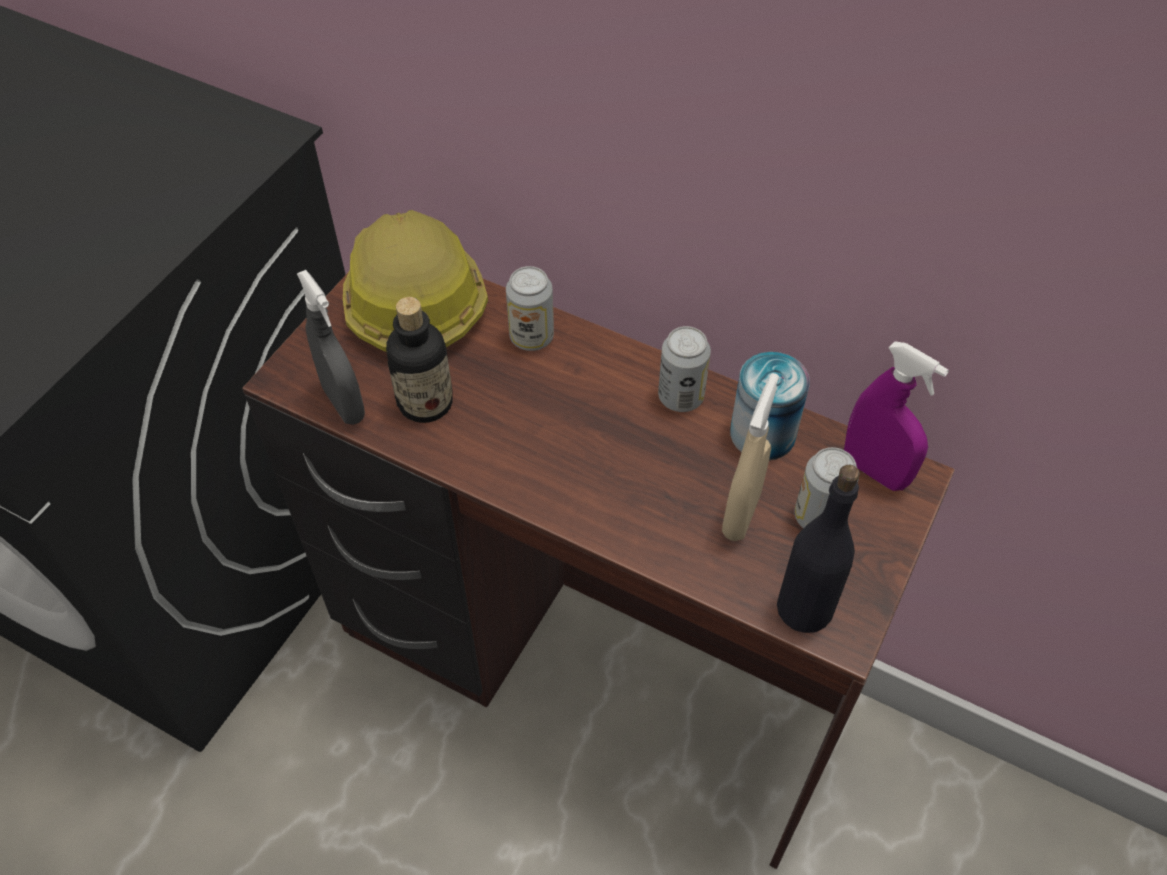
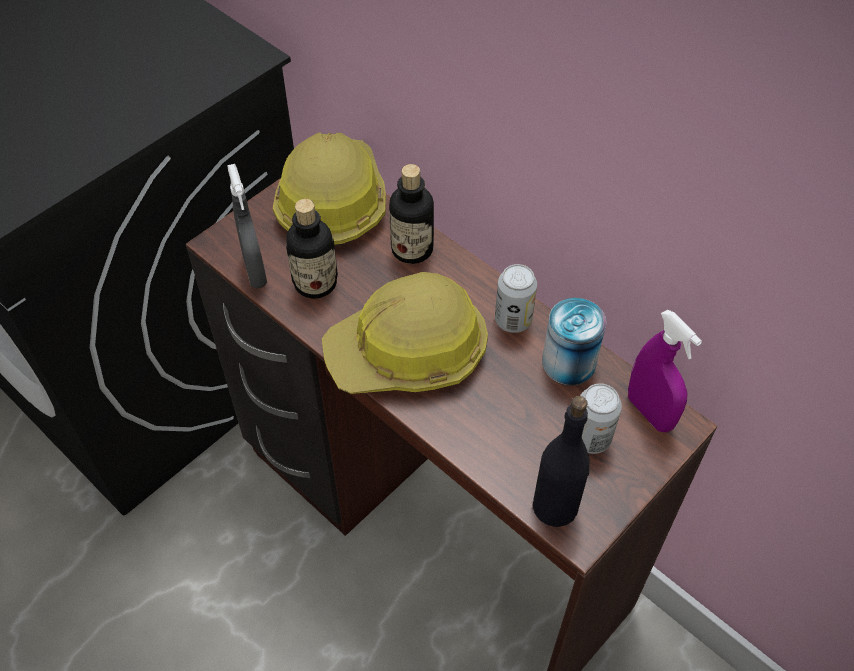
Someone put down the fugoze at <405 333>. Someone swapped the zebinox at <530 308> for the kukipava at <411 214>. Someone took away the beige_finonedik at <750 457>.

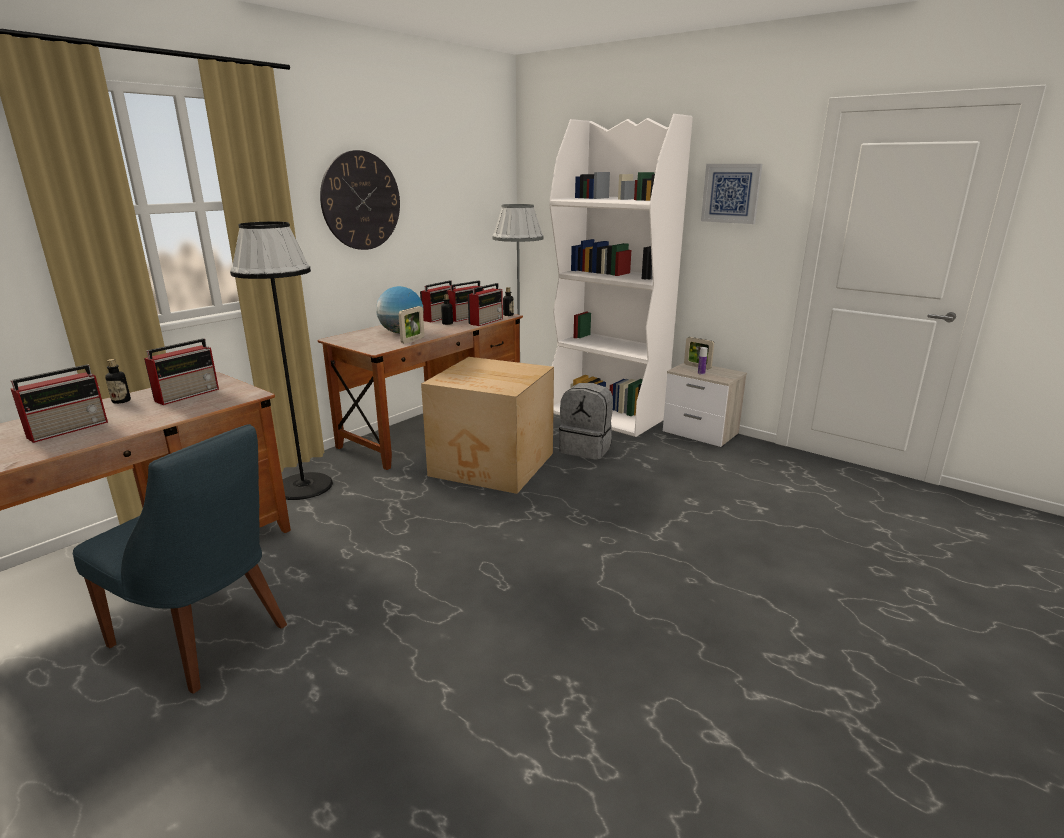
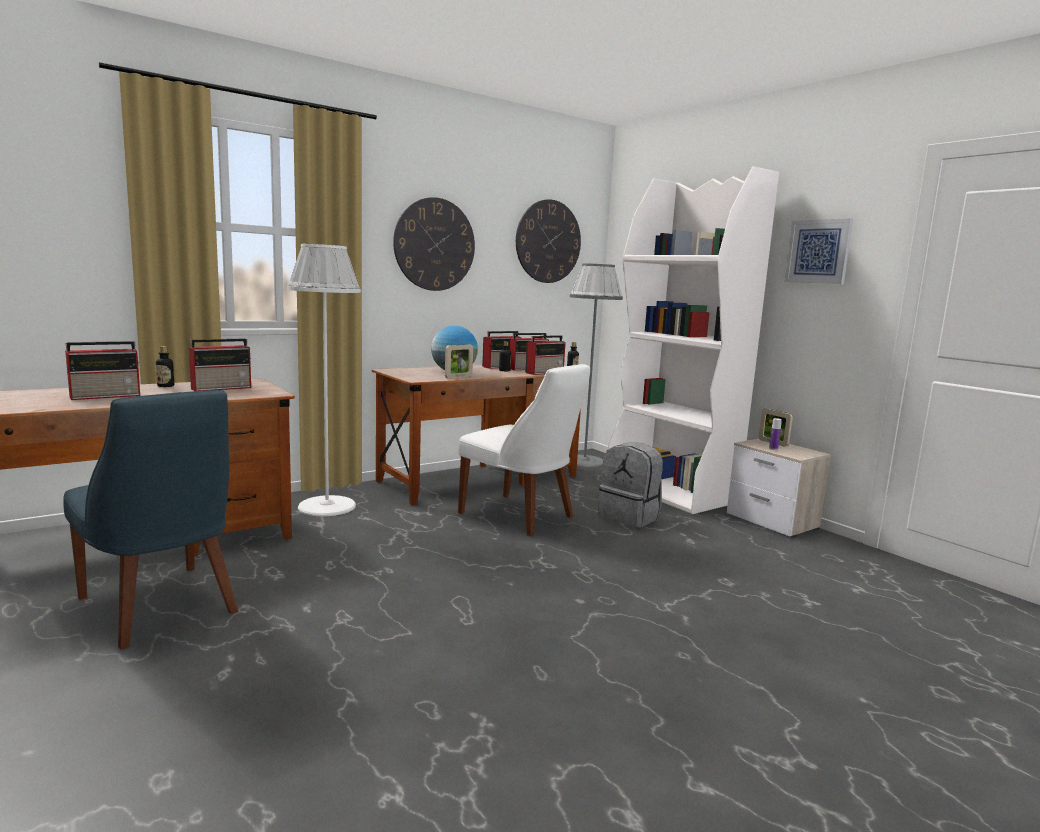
Someone repainted the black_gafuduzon at <281 361>, which became the white_gafuduzon at <324 380>. Someone swapped the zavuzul at <487 425> for the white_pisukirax at <524 450>. Someone put up the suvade at <548 241>.

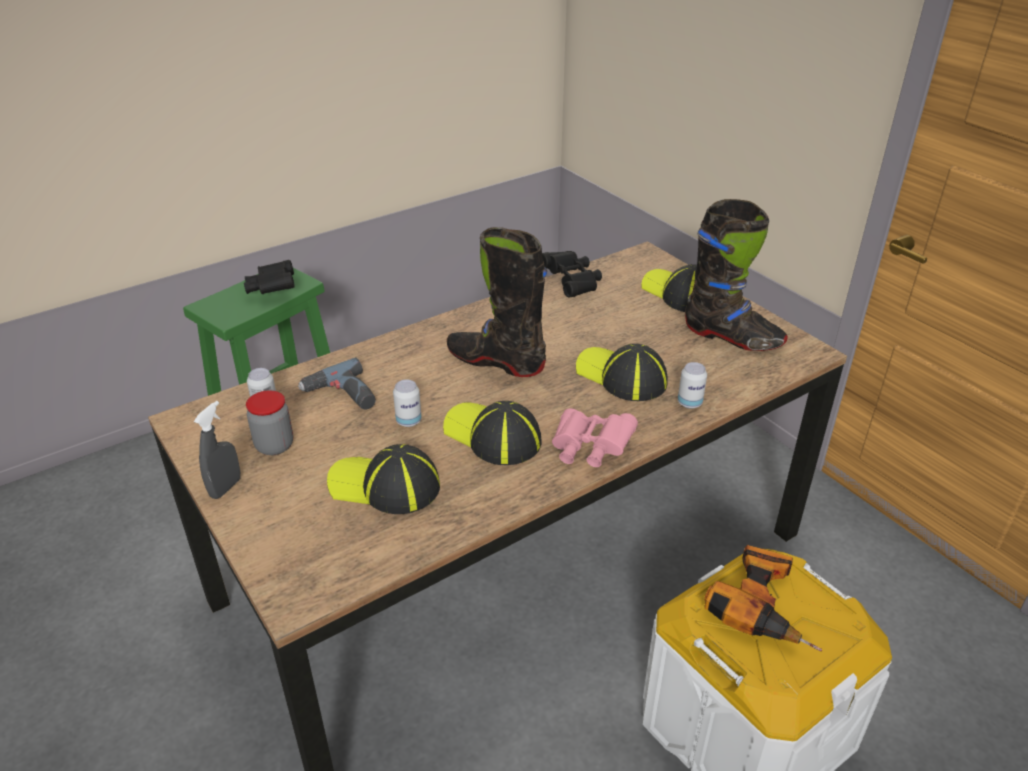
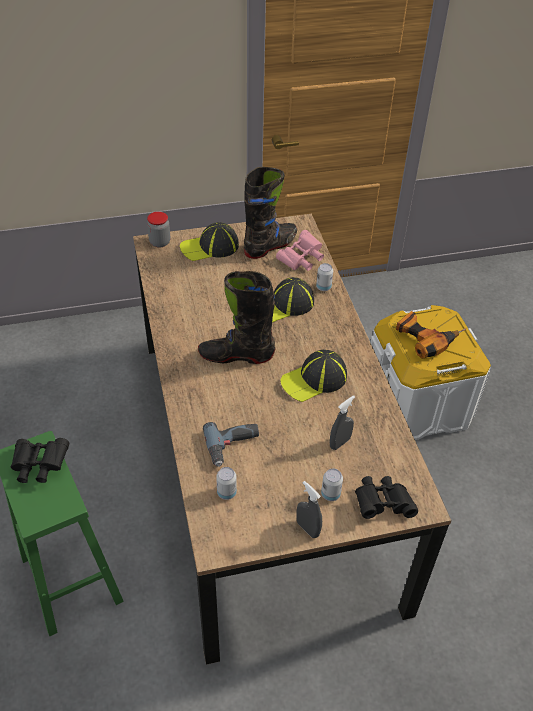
Someone carried the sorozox from <269 422> to <158 230>. Someone rotated the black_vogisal at <497 302> by 45 degrees clockwise. Someone carried the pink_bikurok from <595 437> to <300 250>. Someone carried the zebinox from <407 403> to <332 485>. Someone swapped the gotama at <383 479> for the grey_finonedik at <342 422>. Someone carried the black_bikurok from <572 274> to <386 497>.

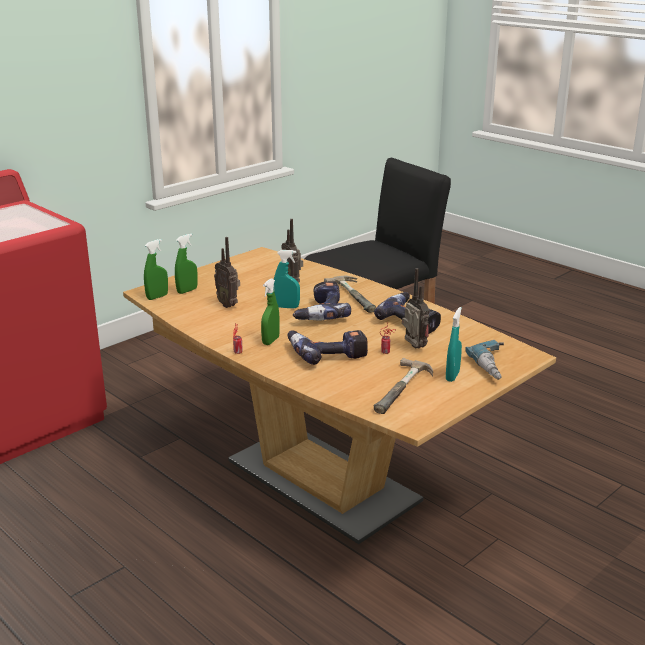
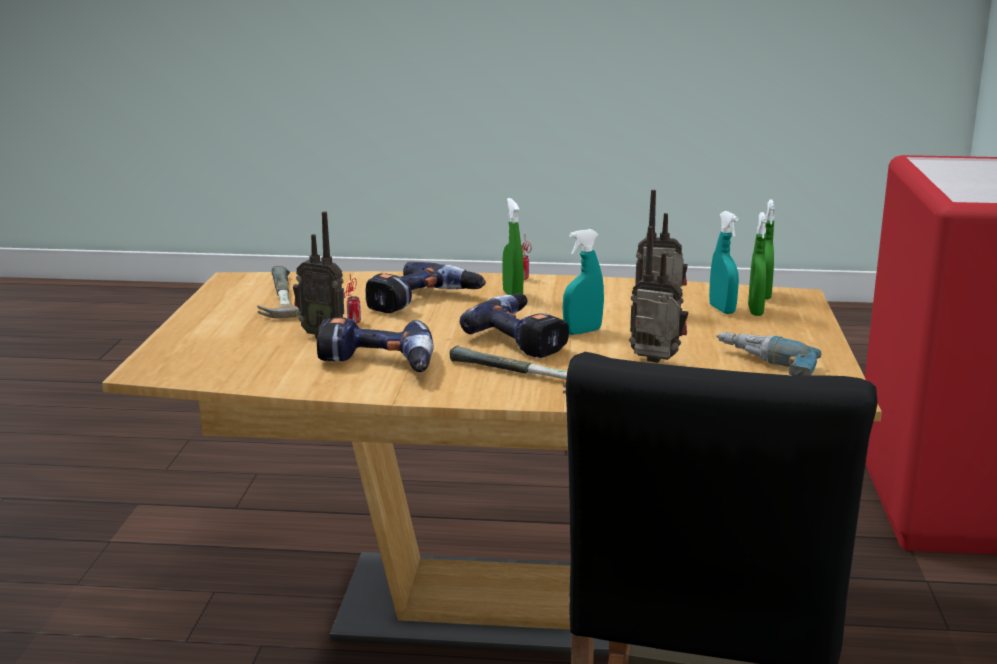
Someone carried the turquoise_finonedik from <454 344> to <724 262>. Someone carried the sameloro from <484 360> to <768 354>.

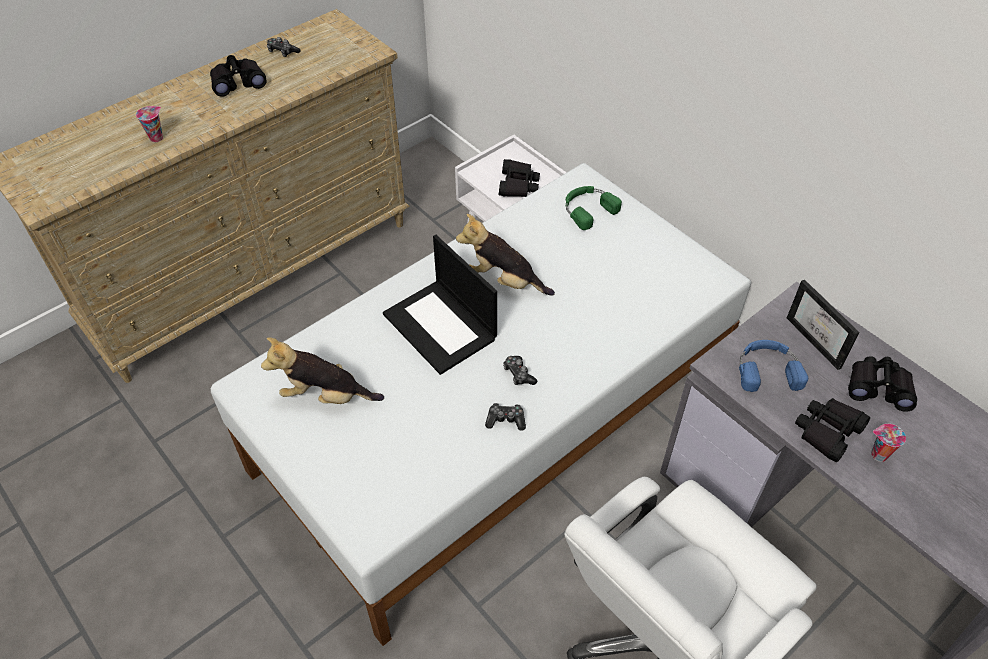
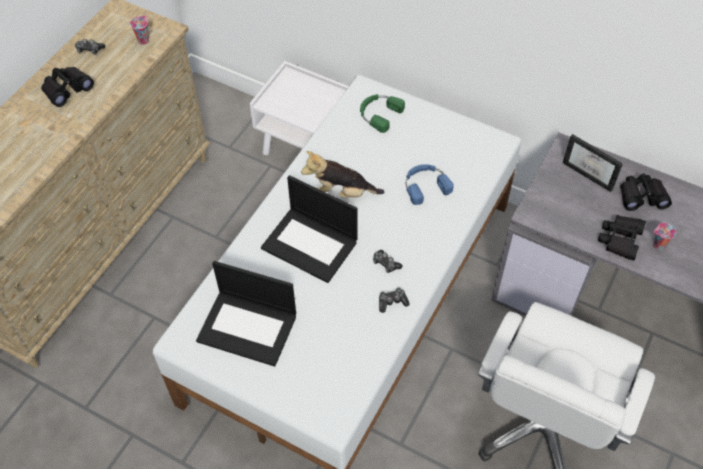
Someone carried the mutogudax from <149 124> to <139 30>. Someone swapped the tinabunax at <322 371> for the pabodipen at <246 314>. Someone carried the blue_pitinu from <773 366> to <430 184>. Someone took away the black_bikurok at <519 178>.

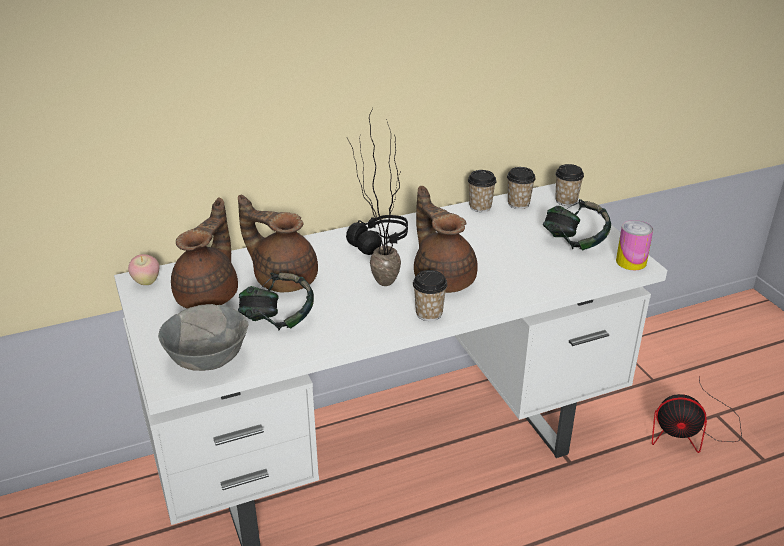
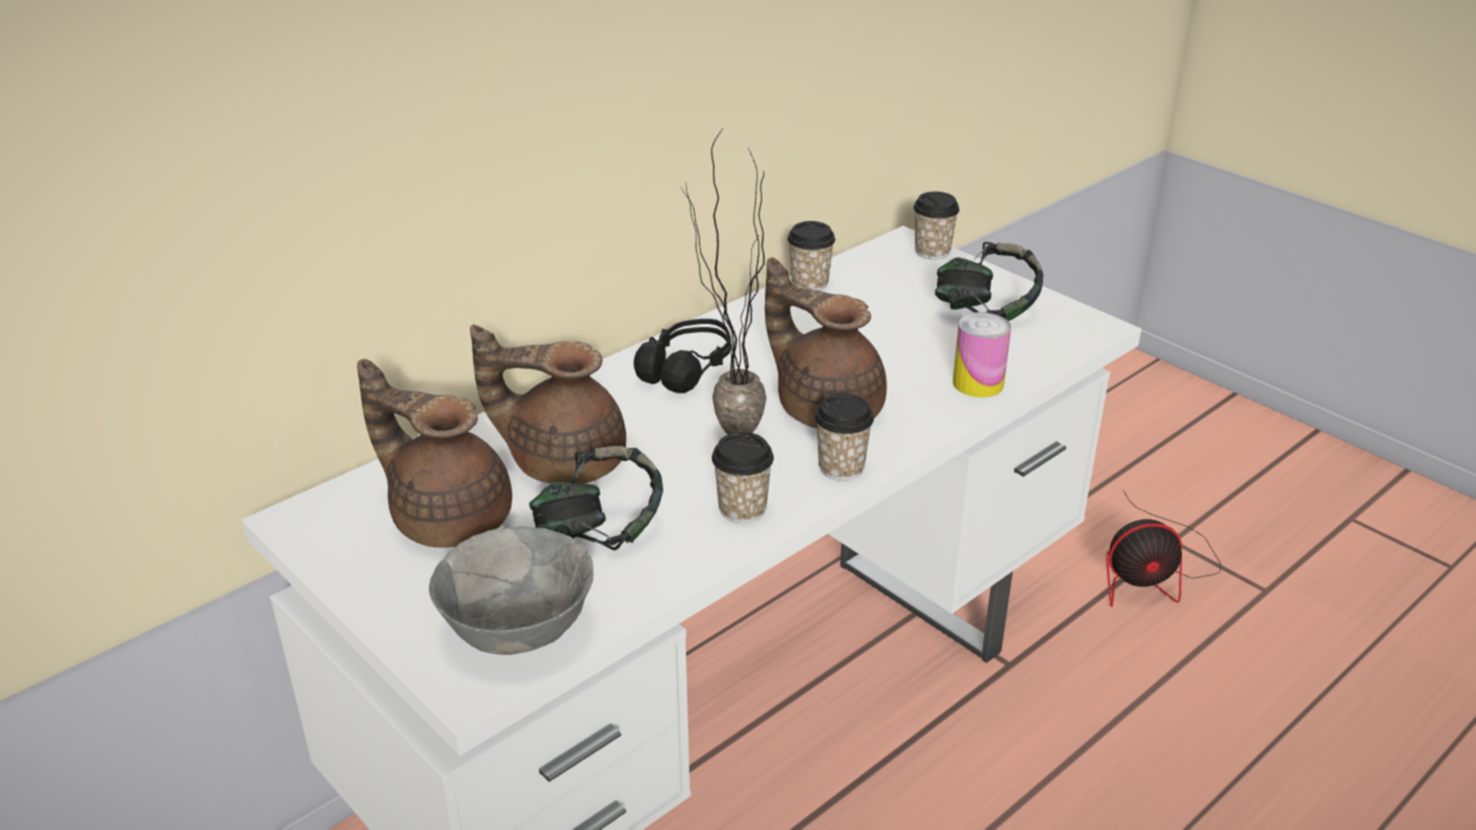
Someone rotated the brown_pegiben at <204 253> by 60 degrees counterclockwise. Someone carried the mutogudax from <521 188> to <743 477>. Someone carried the zebinox from <634 245> to <982 354>. Someone took away the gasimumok at <144 269>.

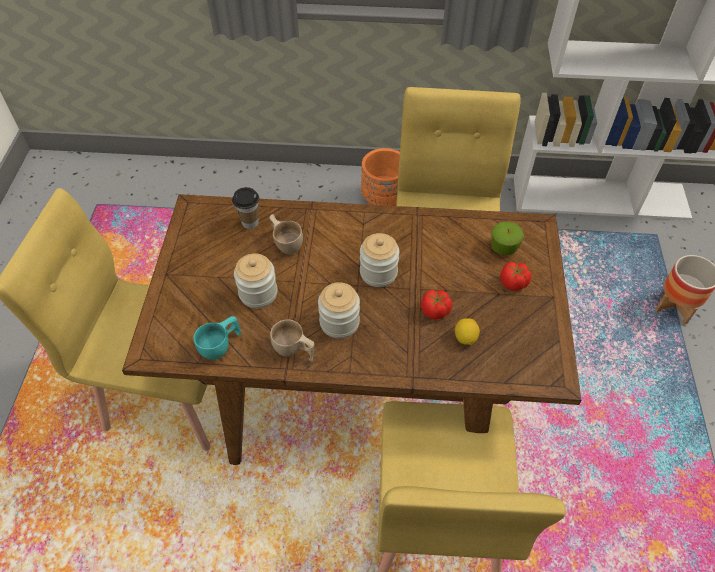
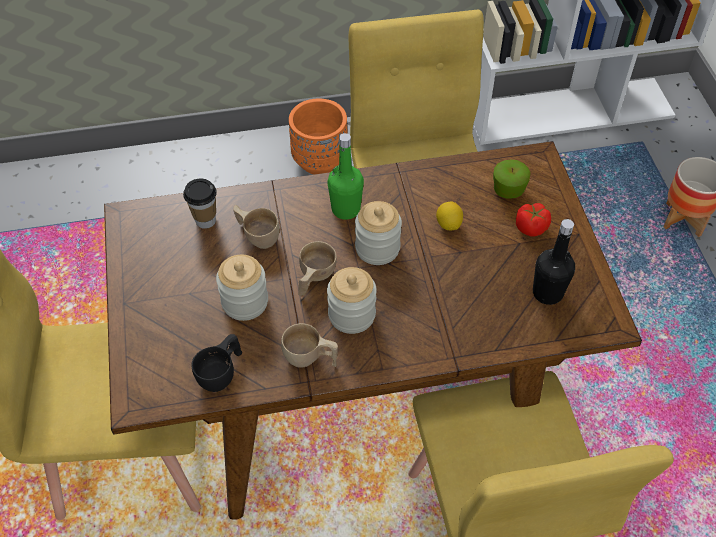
Someone repainted the turquoise_mutogudax at <217 338>, which became the black_mutogudax at <216 363>. Someone put down the beige_mutogudax at <317 268>. Someone put down the green_kukipava at <345 176>. Someone carried the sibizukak from <467 331> to <449 216>. Someone put down the black_kukipava at <554 262>. Someone took away the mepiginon at <436 305>.

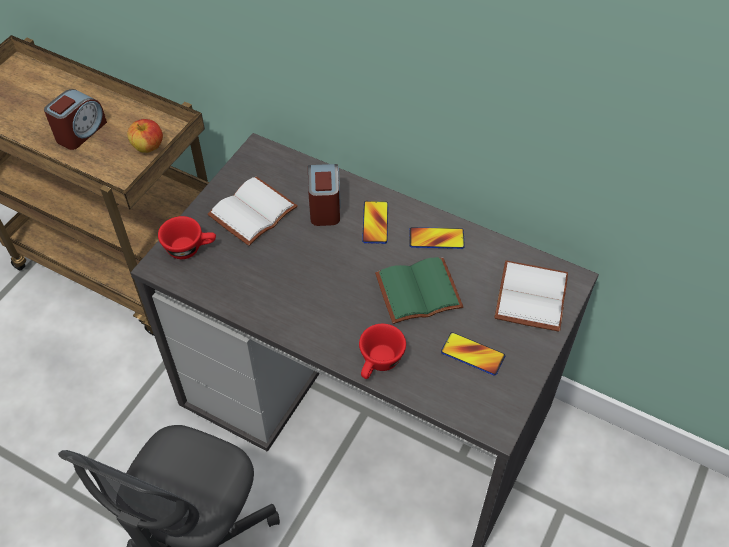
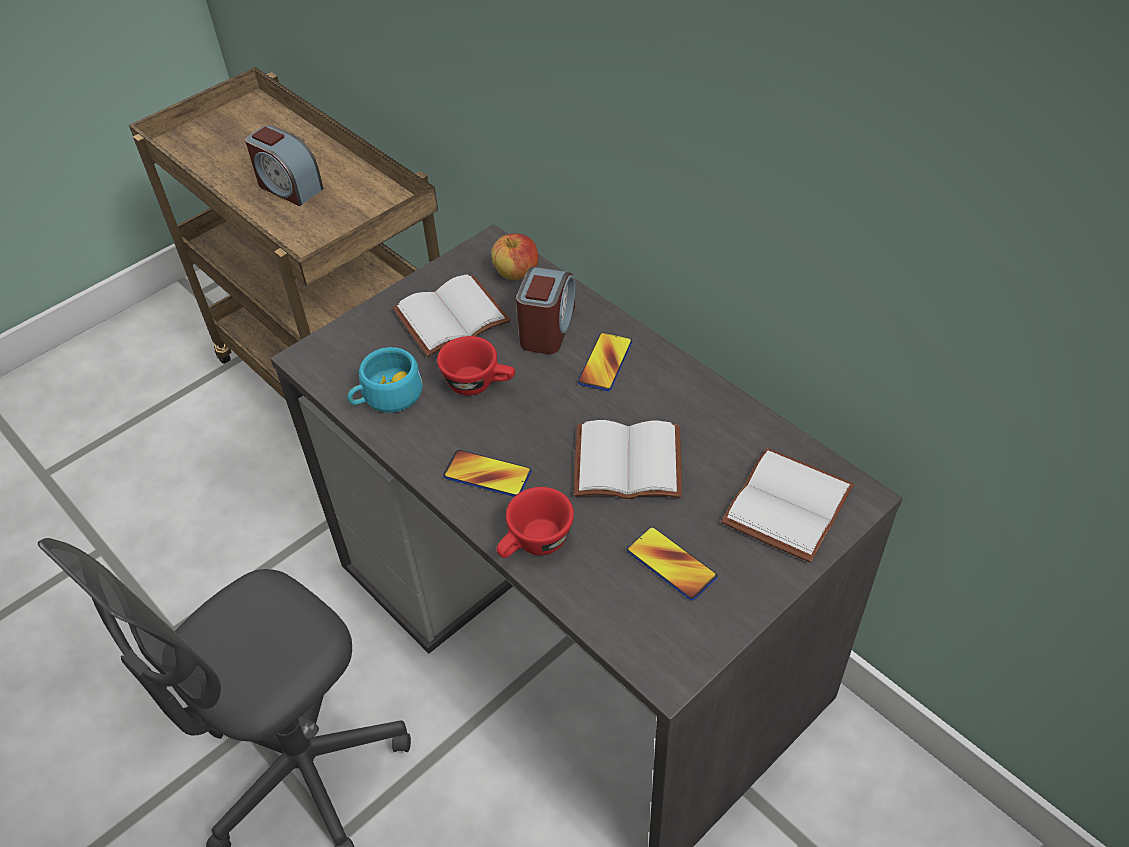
Someone rotated the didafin at <75 119> by 75 degrees clockwise. Someone put down the turquoise_mutogudax at <385 380>. Someone carried the red_mutogudax from <187 237> to <476 365>. Someone carried the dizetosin from <437 238> to <487 473>. Someone carried the gasimumok from <145 136> to <515 256>. Someone repainted the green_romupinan at <419 290>, which became the white_romupinan at <628 459>.

